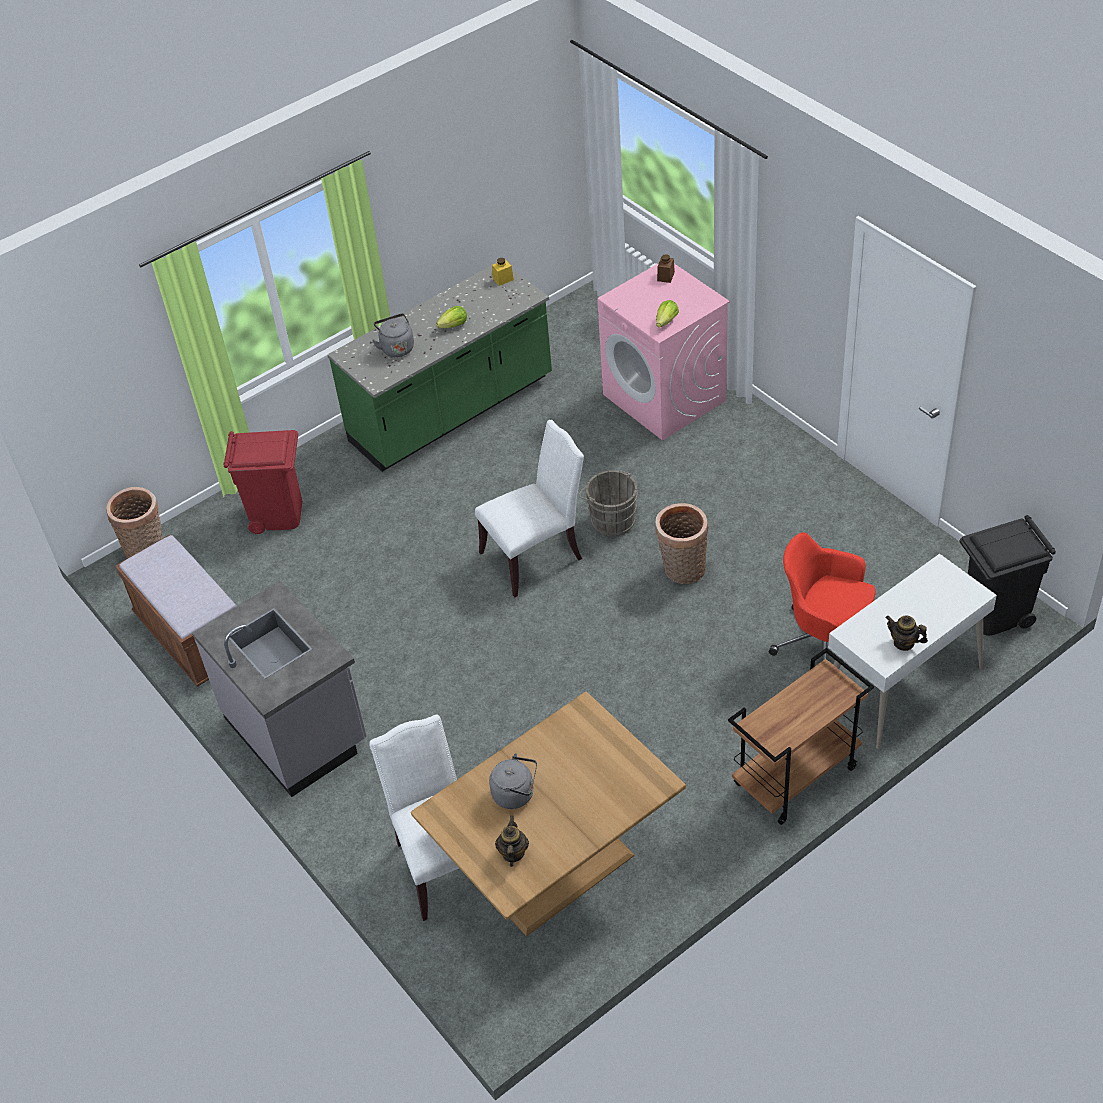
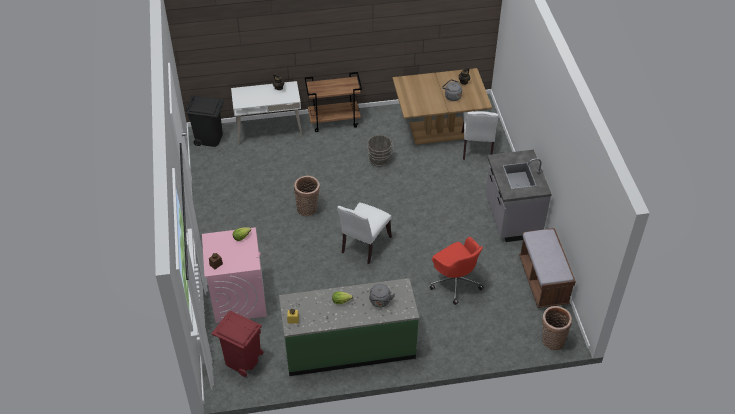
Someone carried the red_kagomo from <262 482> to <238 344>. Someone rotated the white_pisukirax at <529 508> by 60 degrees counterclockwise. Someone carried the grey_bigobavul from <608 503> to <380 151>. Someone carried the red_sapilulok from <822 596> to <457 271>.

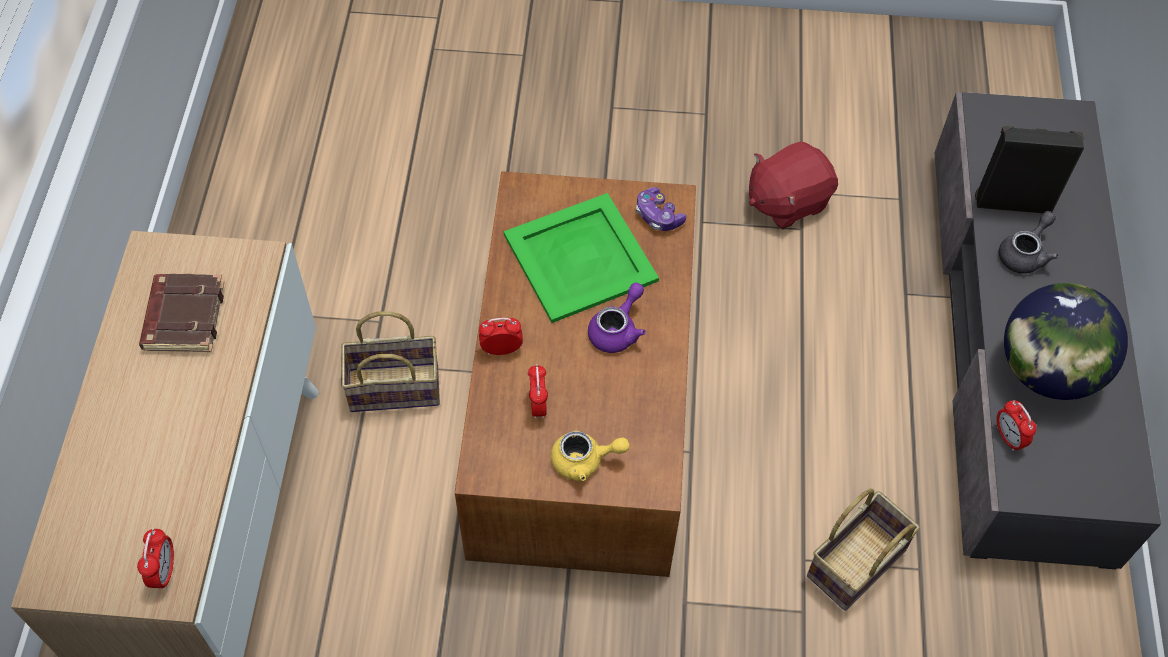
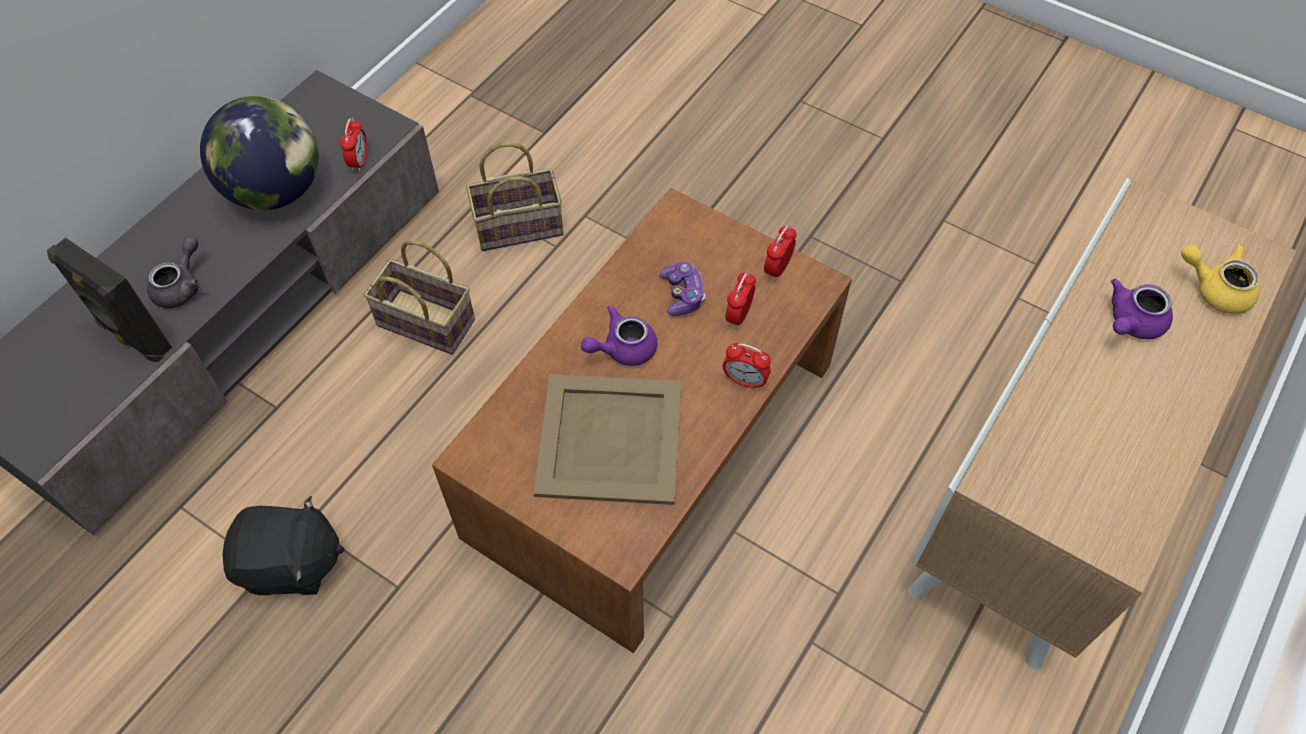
Someone rotated the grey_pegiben at <1029 242> by 135 degrees clockwise. Someone repainted the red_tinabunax at <793 185>, which became the black_tinabunax at <284 545>. Someone carried the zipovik from <390 361> to <419 297>. Someone repainted the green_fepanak at <581 258>, which became the beige_fepanak at <607 439>. Someone carried the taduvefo from <661 209> to <682 288>. Someone carried the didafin from <155 558> to <780 252>. Someone put down the purple_pegiben at <1142 309>. Someone carried the yellow_pegiben from <590 456> to <1220 279>. Someone took away the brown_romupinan at <181 313>.

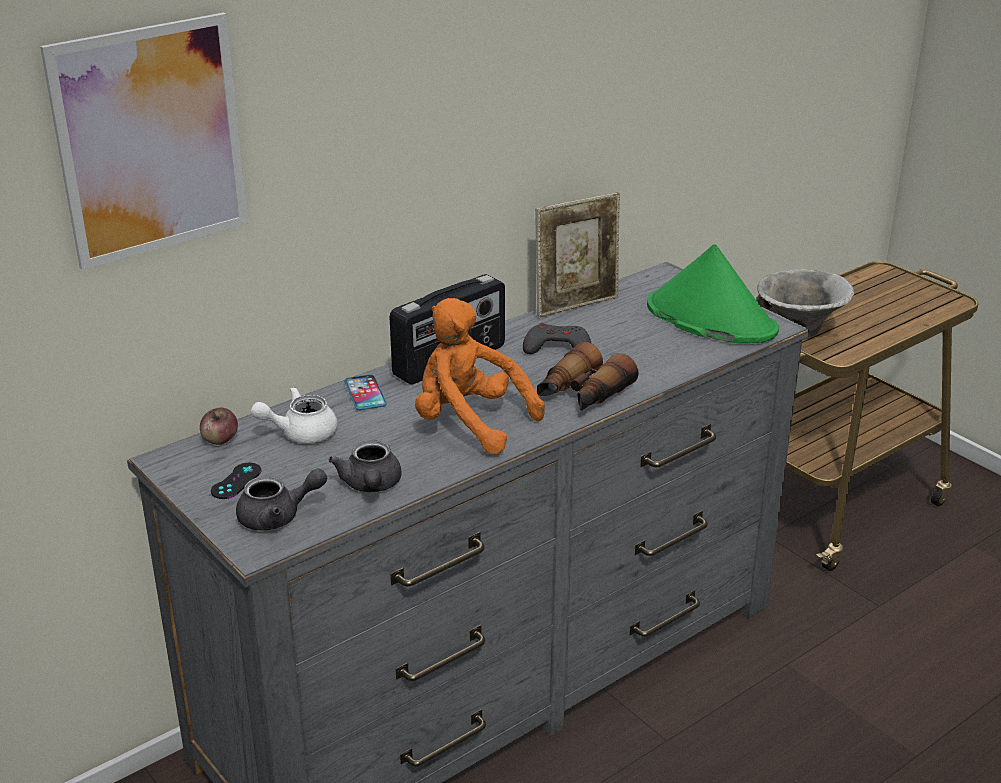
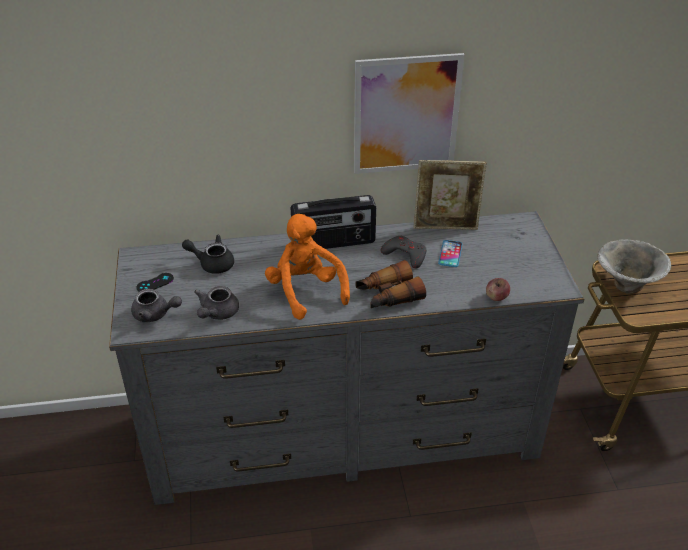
Someone repainted the white_pegiben at <294 415>, which became the black_pegiben at <208 254>. Someone carried the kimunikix from <144 141> to <409 113>. Someone carried the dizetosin from <365 392> to <450 253>. Someone carried the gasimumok from <219 426> to <498 289>. Someone took away the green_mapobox at <713 293>.

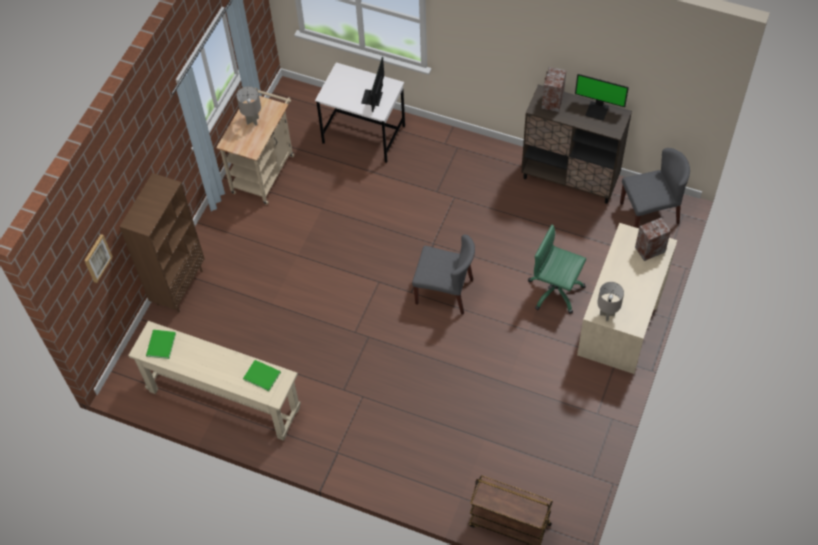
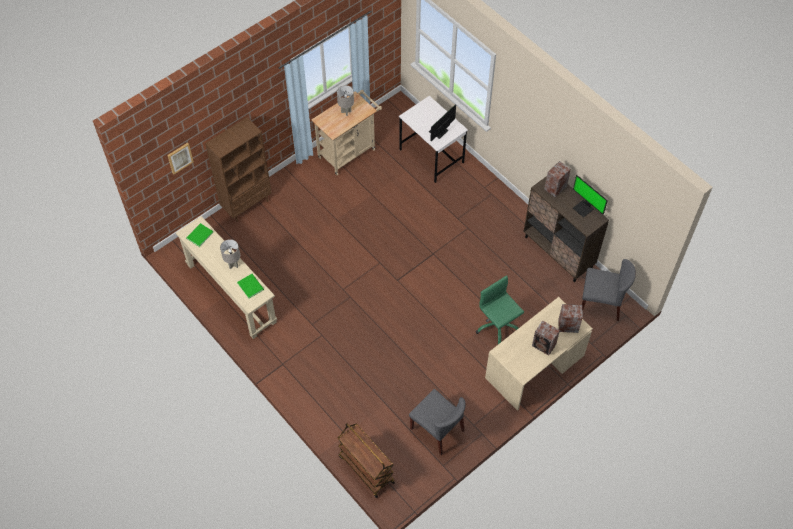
Someone carried the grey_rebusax from <610 301> to <230 254>. Someone carried the grey_pisukirax from <443 275> to <437 422>. Someone put down the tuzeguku at <546 338>.

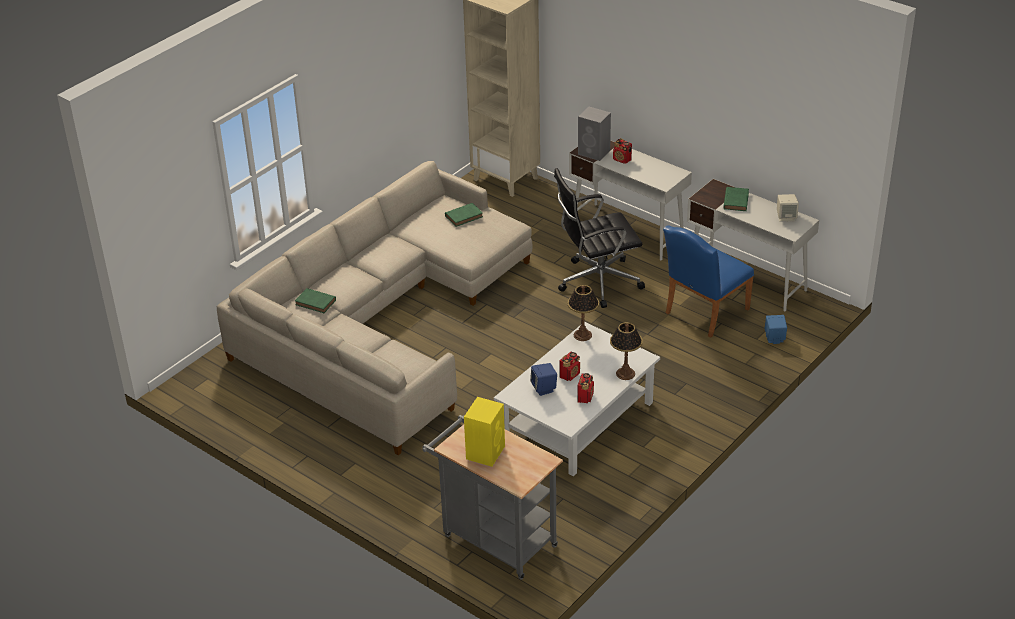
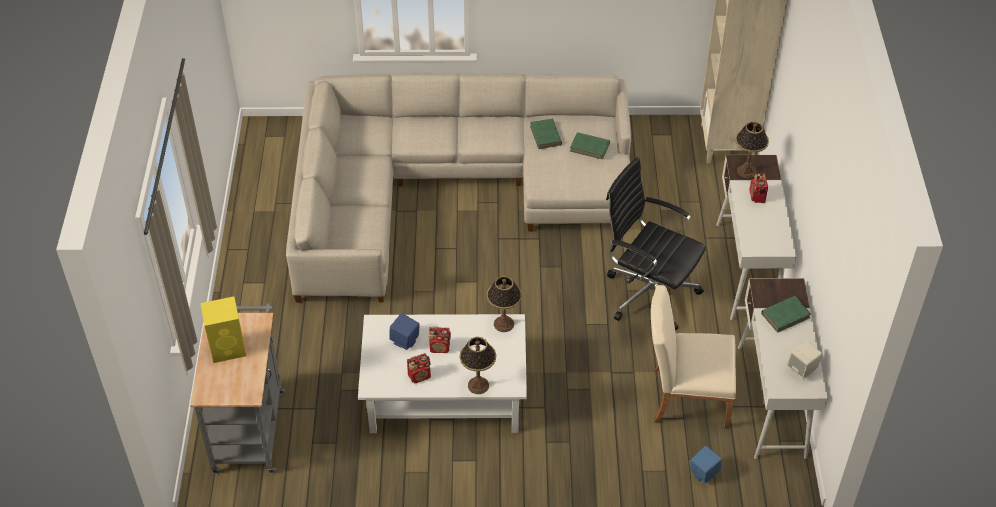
Someone carried the green_romupinan from <315 300> to <546 134>. Someone repainted the blue_pisukirax at <708 281>, which became the beige_pisukirax at <693 357>. Someone swapped the grey_tuzeguku at <594 134> for the rebusax at <752 150>.

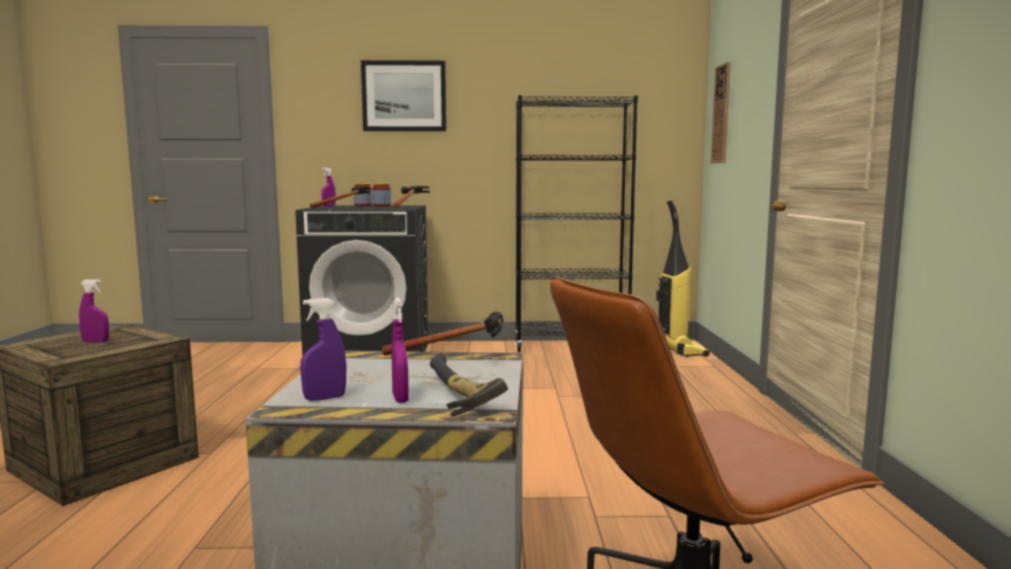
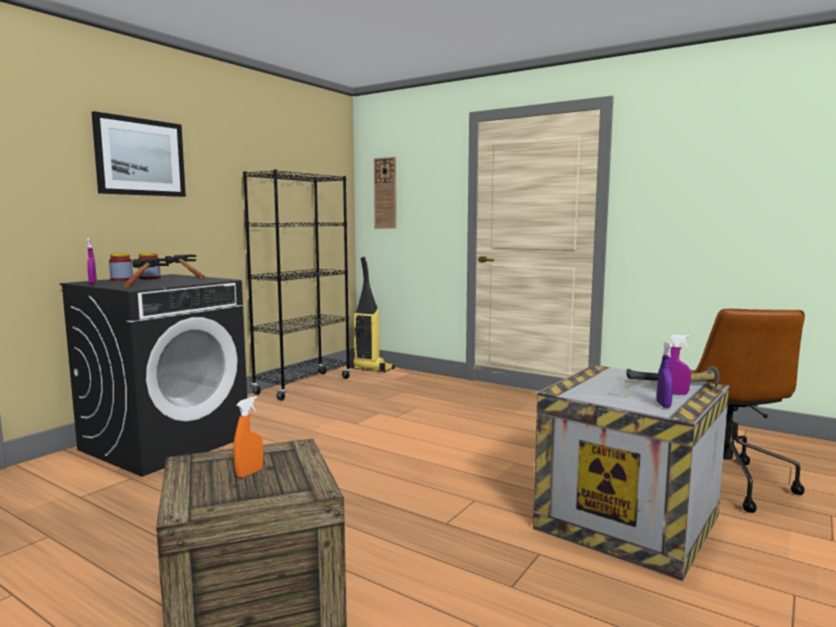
Someone repainted the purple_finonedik at <94 310>, which became the orange_finonedik at <248 437>. Someone took away the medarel at <442 333>.

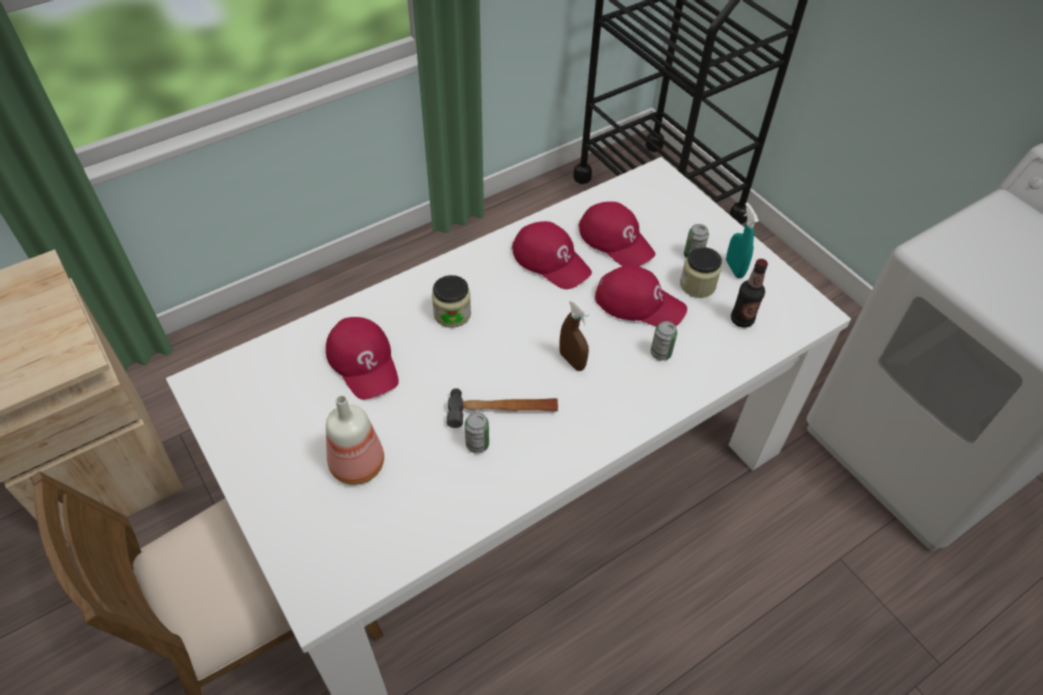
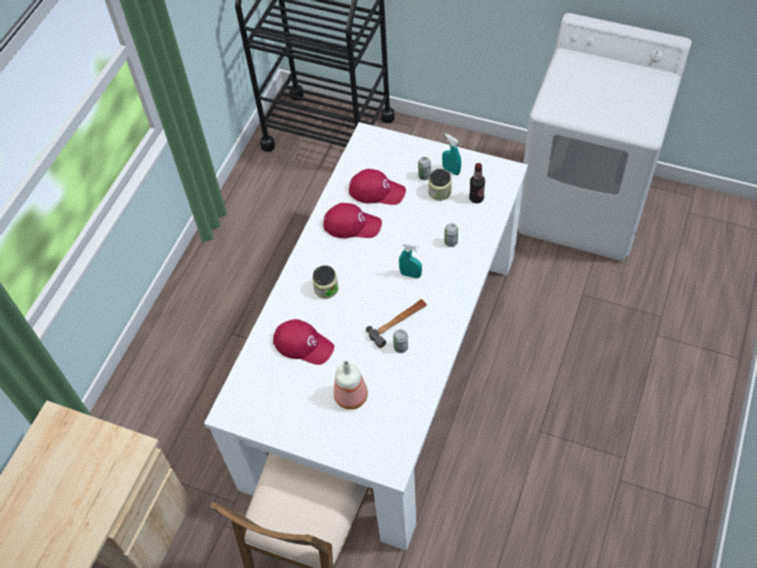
Someone repainted the brown_finonedik at <574 335>, which became the turquoise_finonedik at <410 260>. Someone took away the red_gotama at <641 296>.

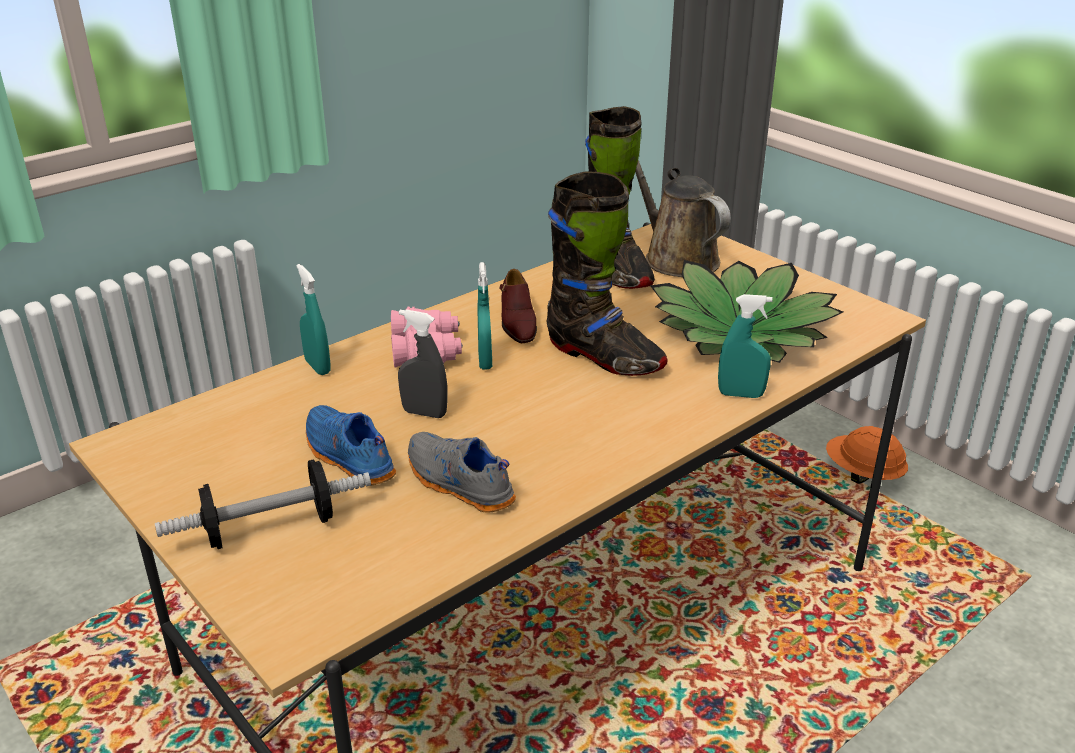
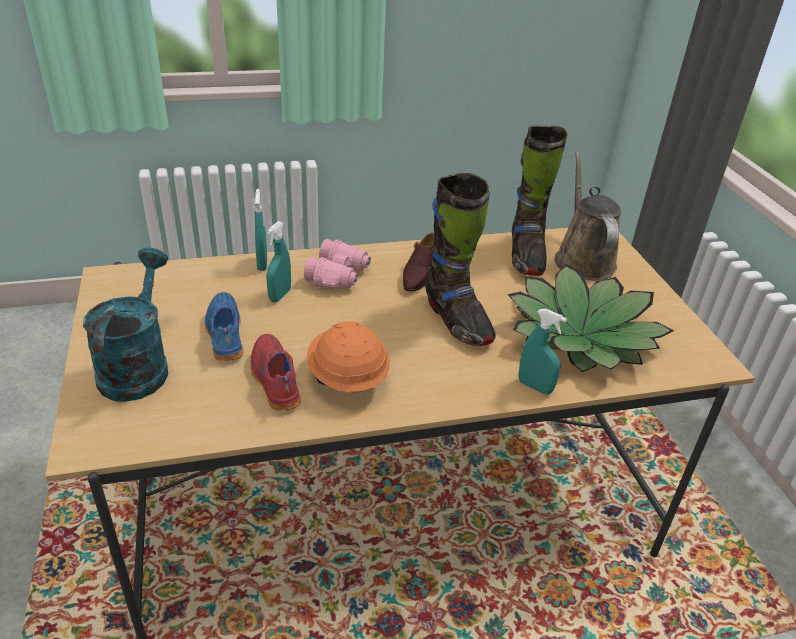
Someone swapped the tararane at <263 504> for the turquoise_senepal at <125 325>. Someone repainted the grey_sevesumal at <462 472>, which became the red_sevesumal at <275 372>. Someone carried the turquoise_finonedik from <485 316> to <278 261>. Someone carried the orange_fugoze from <867 455> to <348 357>. Someone took away the grey_finonedik at <423 363>.

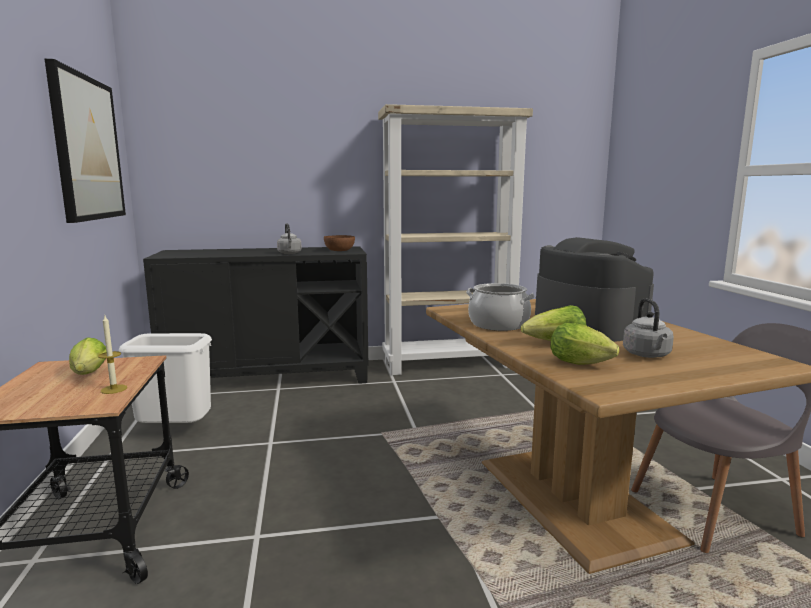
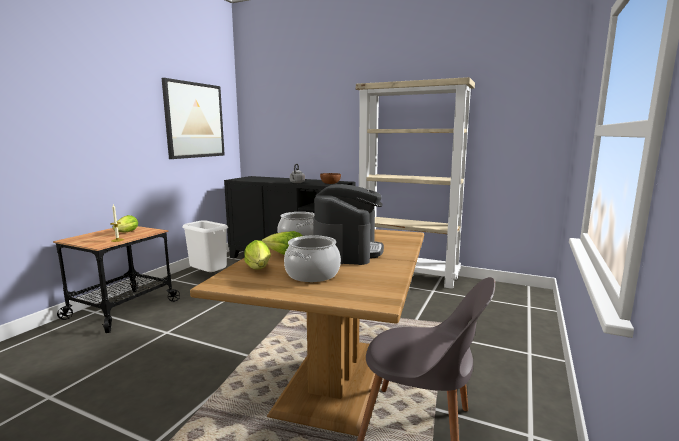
Someone swapped the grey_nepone at <648 328> for the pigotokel at <312 258>.

